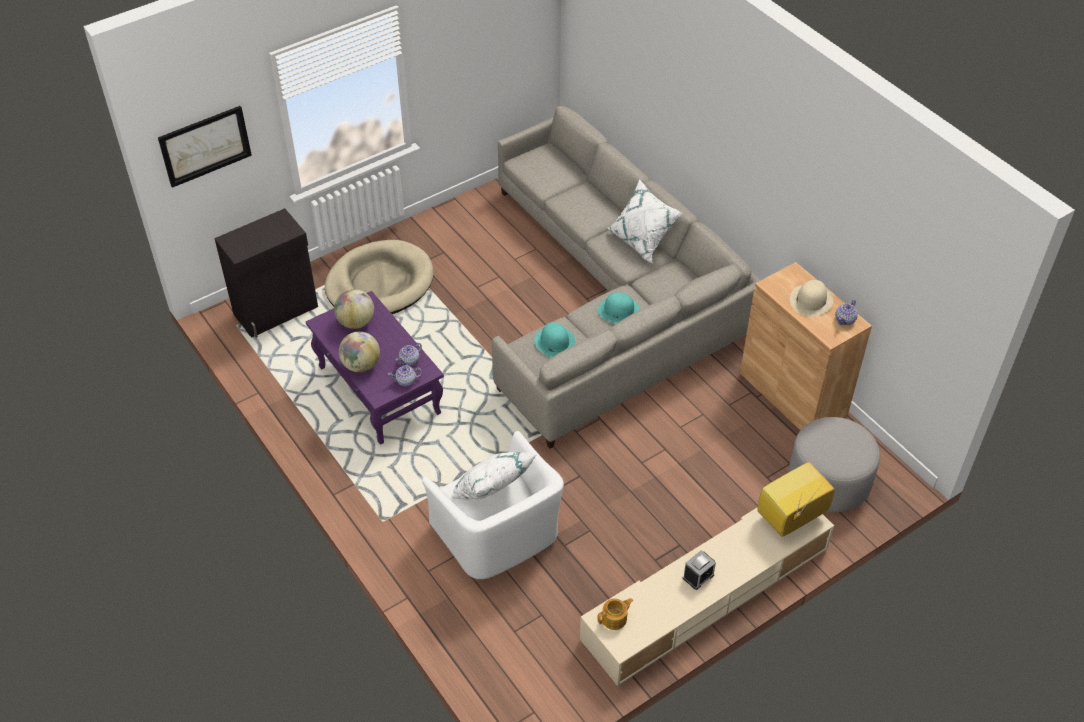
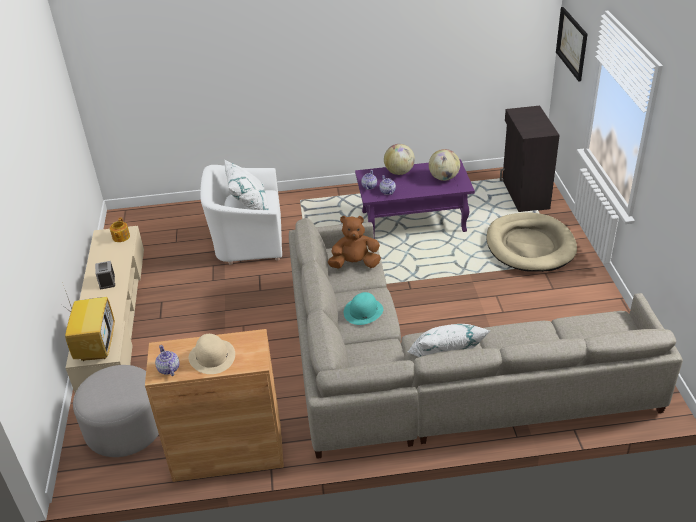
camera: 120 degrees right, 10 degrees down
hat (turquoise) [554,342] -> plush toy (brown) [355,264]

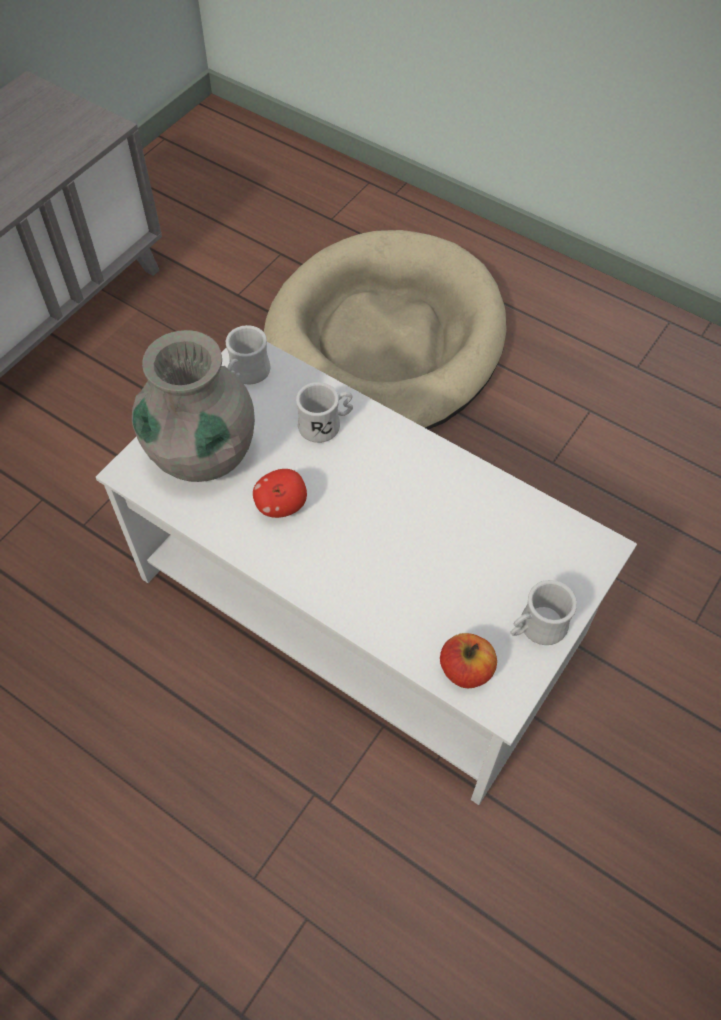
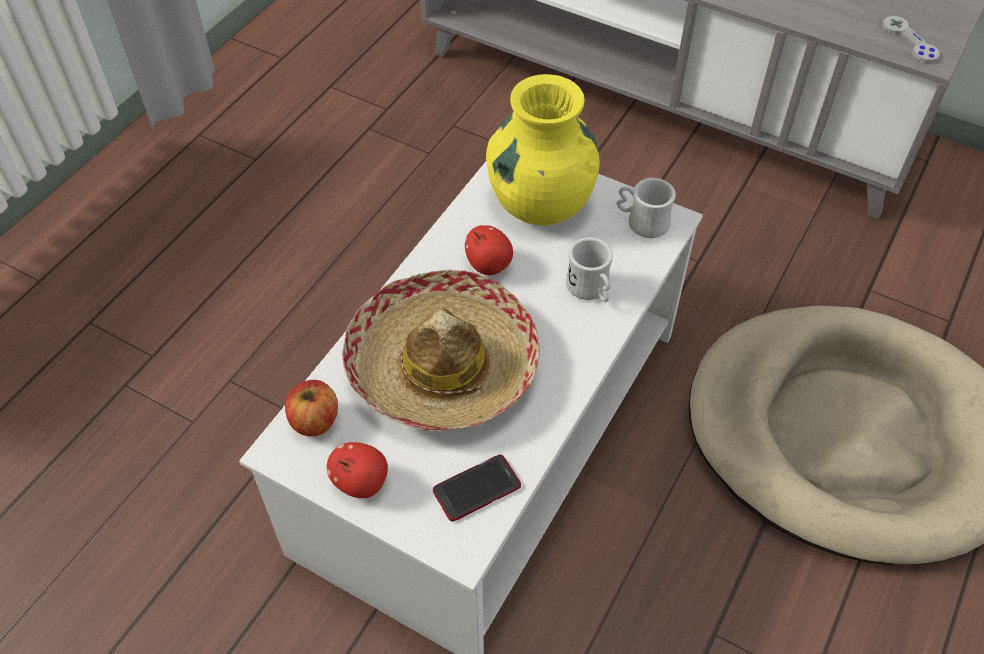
camera: 85 degrees right, 5 degrees down
vase (grey) [203,453] -> vase (yellow) [541,202]
mug (white) [536,628] -> apple [361,482]
none -> hat [443,365]
none -> phone [477,488]
none -> game controller (grey) [909,41]

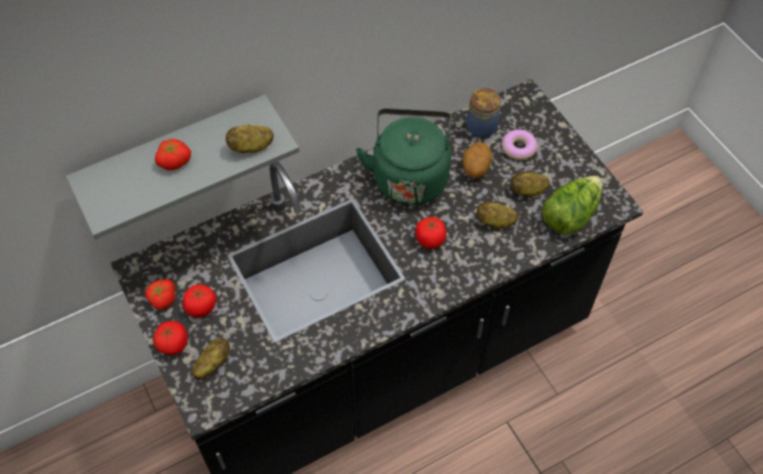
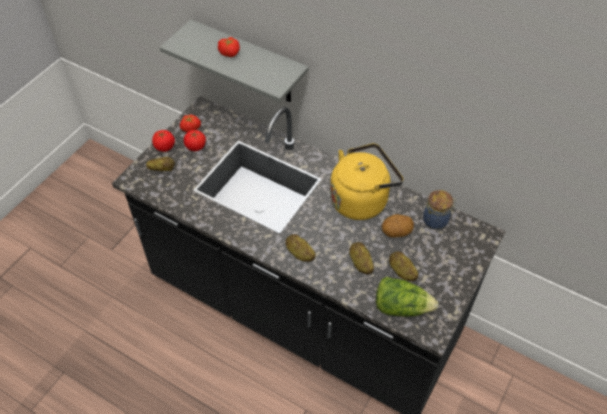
camera: 60 degrees right, 5 degrees down
potato [251,147] -> potato [300,254], relocated
kettle (green) [409,176] -> kettle (yellow) [361,199]
tomato [430,239] -> none
donut [518,148] -> none

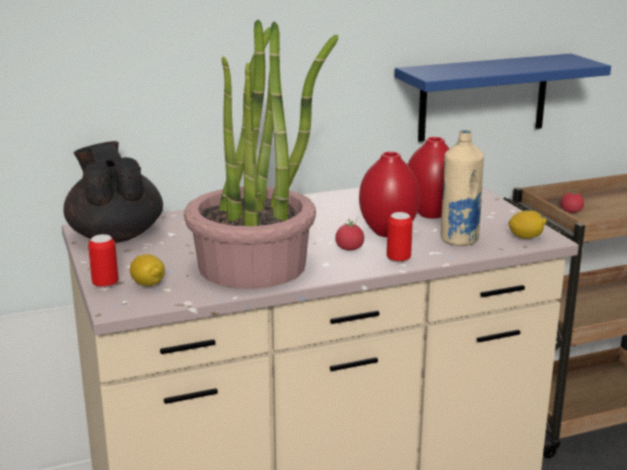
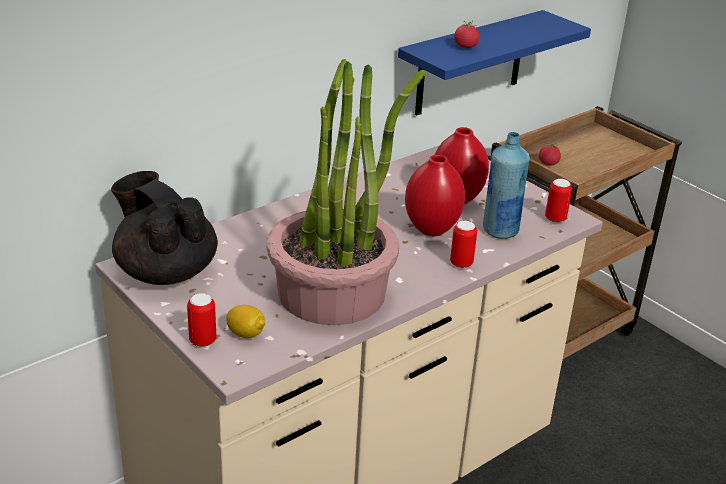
camera: 20 degrees left, 10 degrees up
tomato [349,248] -> tomato [465,47], relocated
bottle (beige) [459,240] -> bottle (blue) [500,231]
lemon [526,237] -> can [555,219]

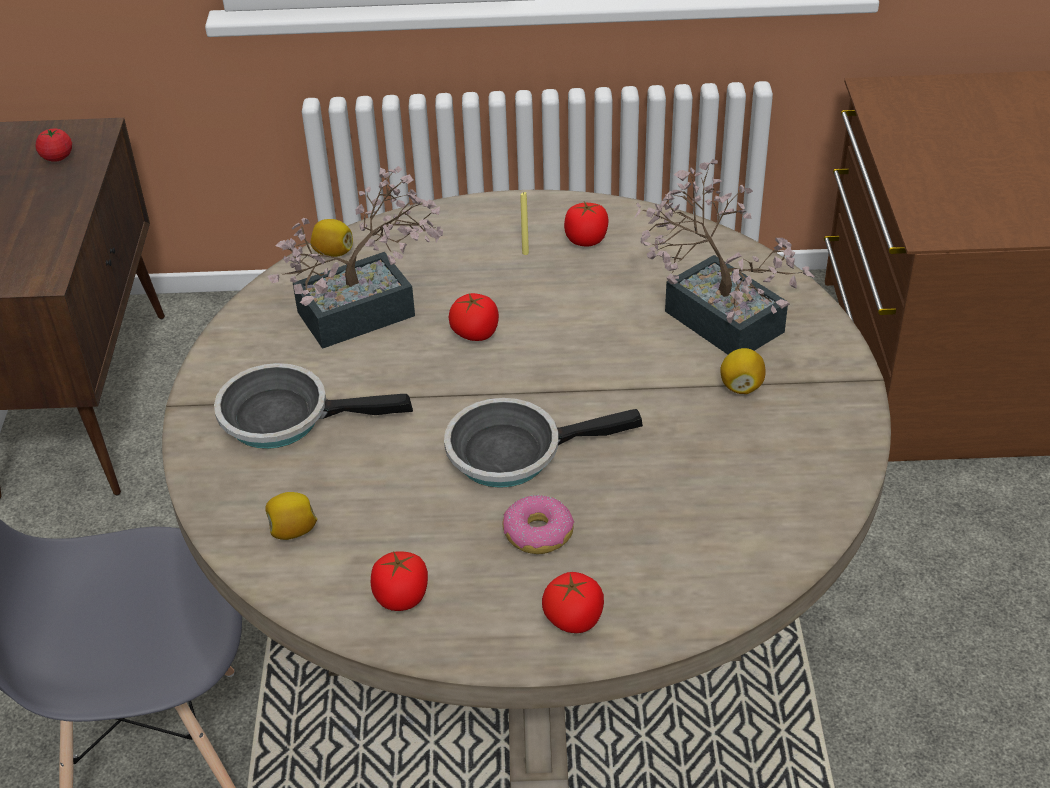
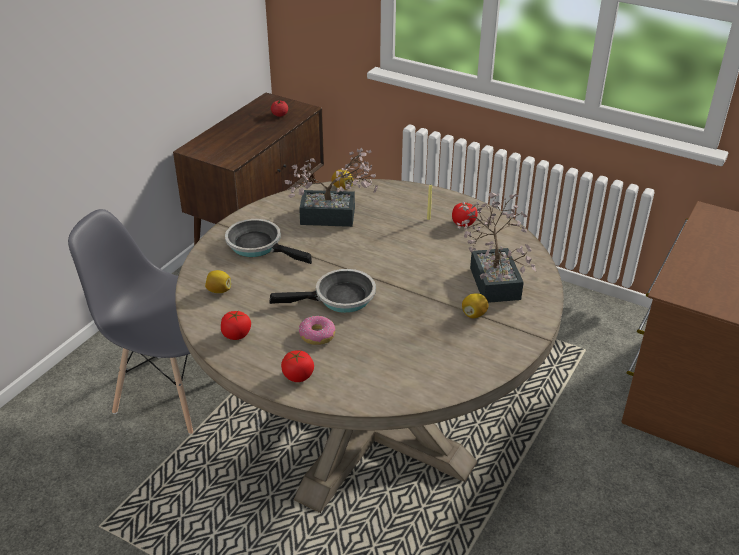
camera: 30 degrees right, 5 degrees down
frying pan [513,452] -> frying pan [339,298], 150 degrees clockwise
tomato [475,333] -> none

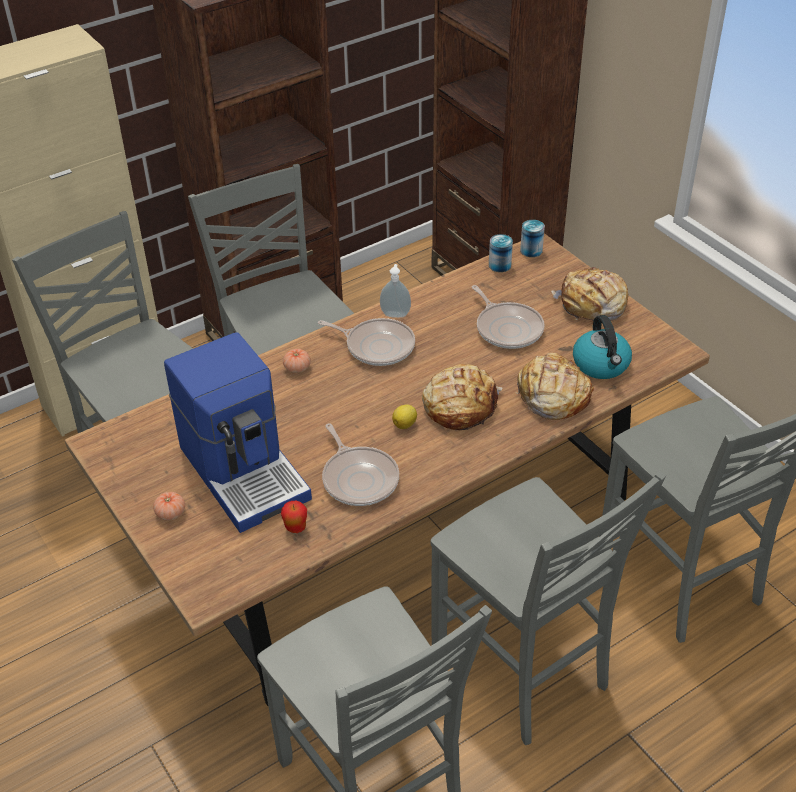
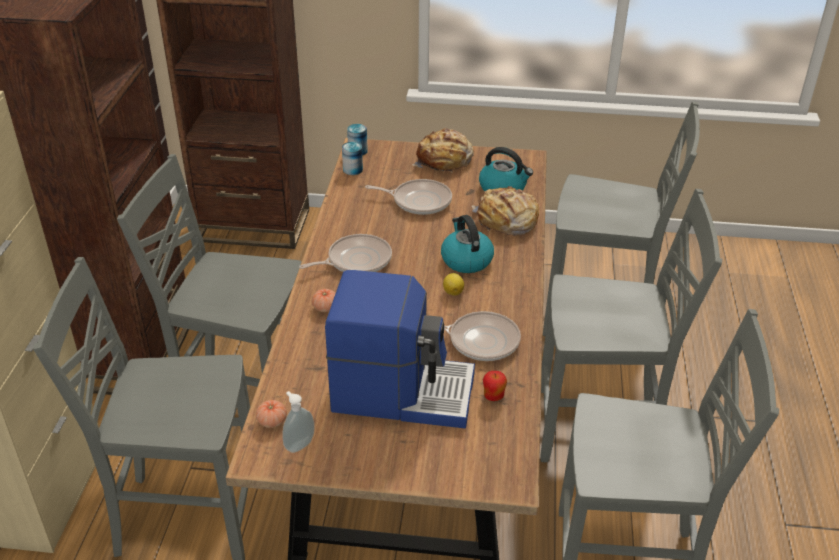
camera: 50 degrees left, 5 degrees down
tomato [170,513] -> tomato [272,421], relocated
soap dispenser [395,314] -> soap dispenser [298,444], relocated
bread [459,405] -> kettle [466,260]

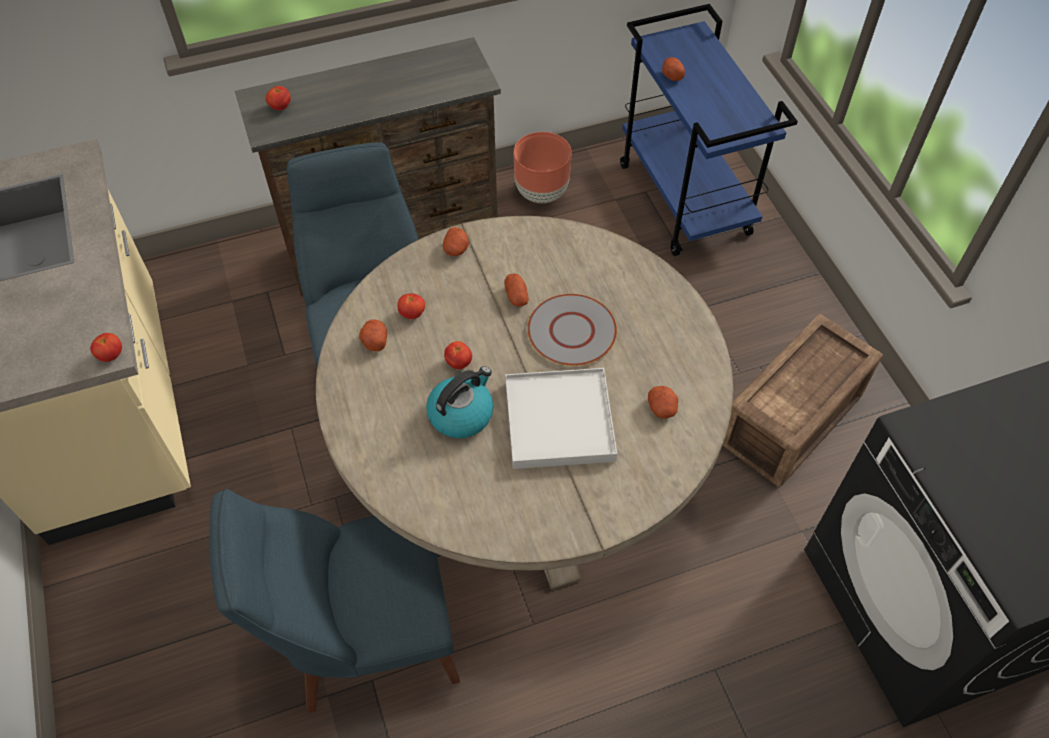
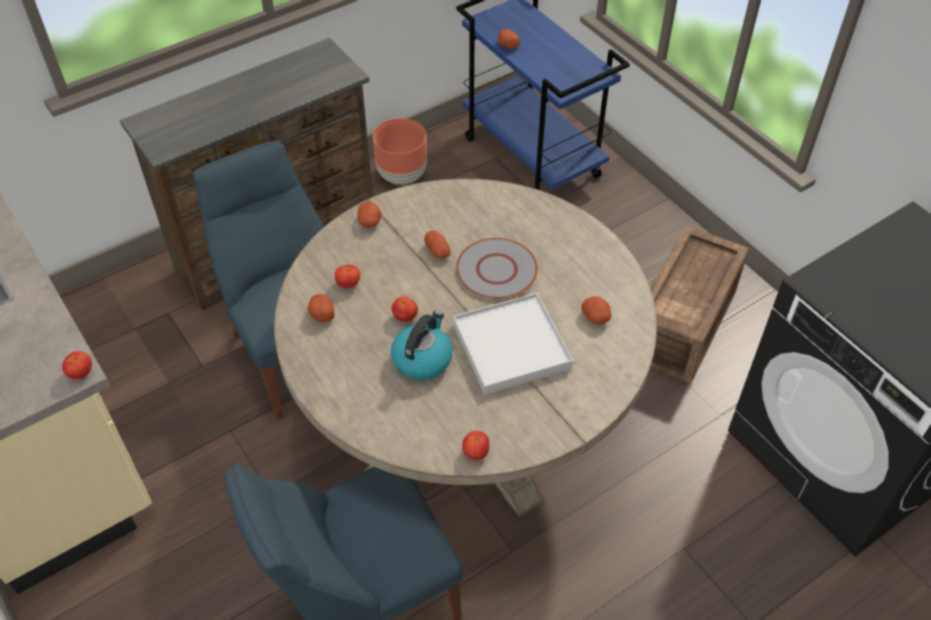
camera: 15 degrees left, 5 degrees down
tomato [280,107] -> tomato [475,452], relocated

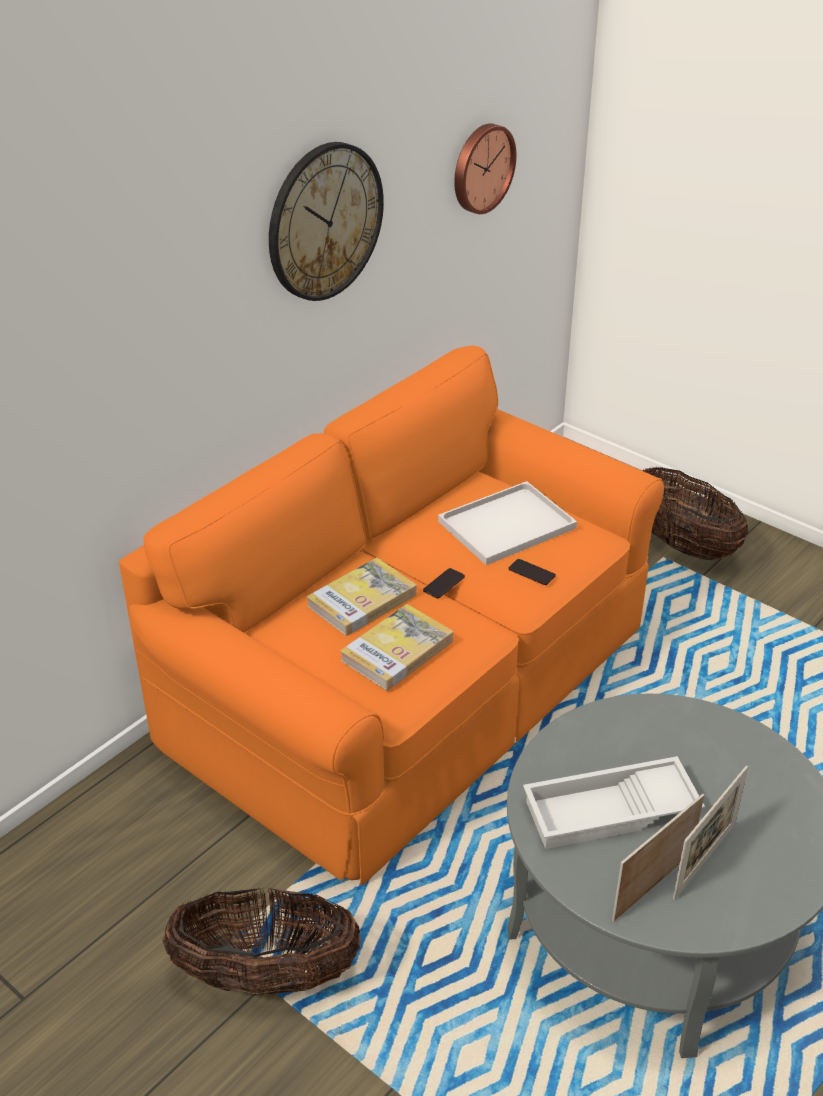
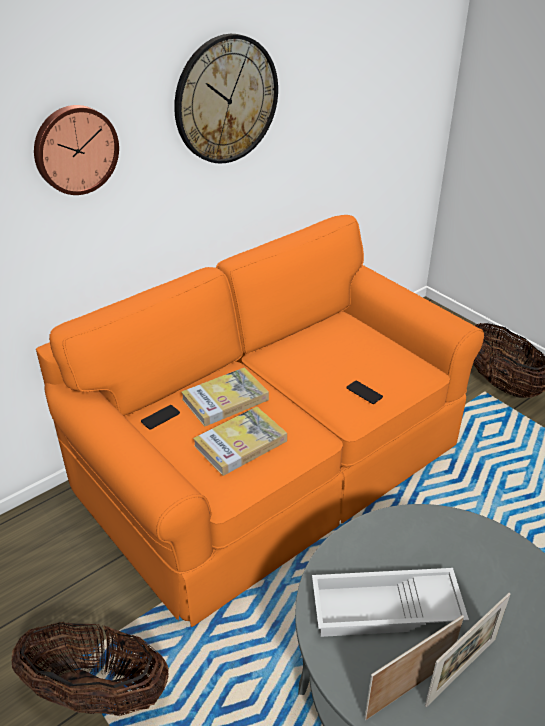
camera: 10 degrees right, 0 degrees up
phone [444,584] -> phone [160,417], relocated
tray (white) [505,526] -> none
wall clock [481,168] -> wall clock [75,149], relocated

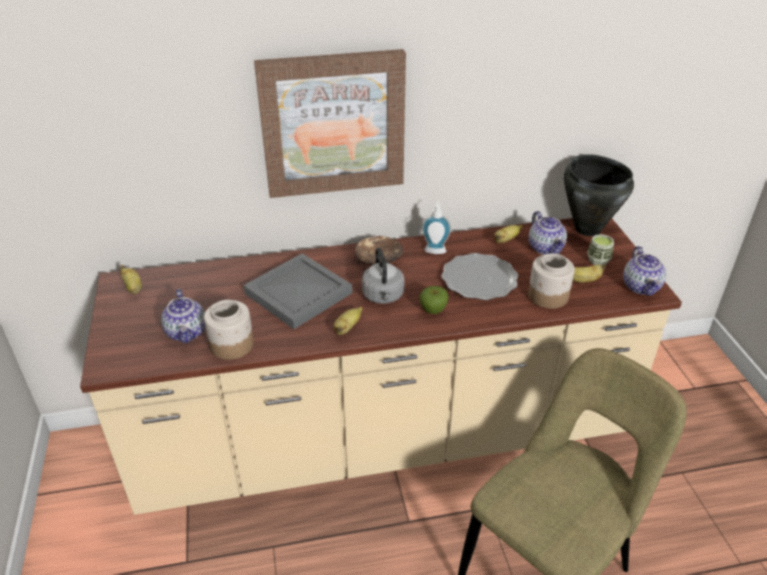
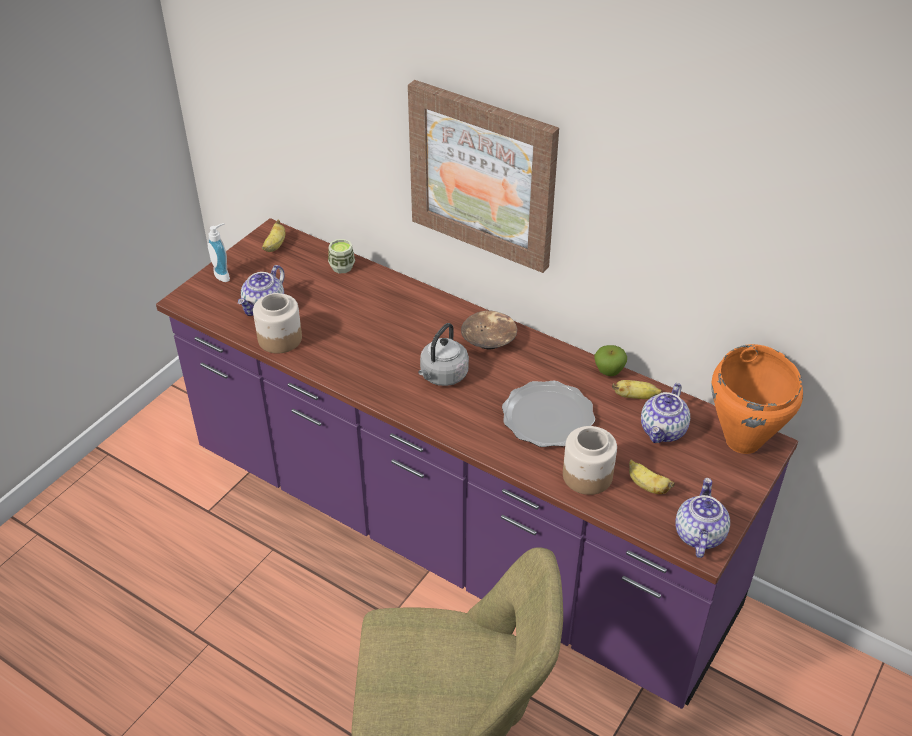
camera: 45 degrees right, 5 degrees up
counter (beige) [383,437] -> counter (purple) [456,532]
tray (grey) [300,293] -> none
banana [347,328] -> none
apple [433,310] -> apple [609,371], relocated
soap dispenser [435,249] -> soap dispenser [224,274], relocated
cooking pot (black) [587,229] -> cooking pot (orange) [743,441]
cup [598,260] -> cup [342,267], relocated
teapot [641,287] -> teapot [698,534], 150 degrees clockwise

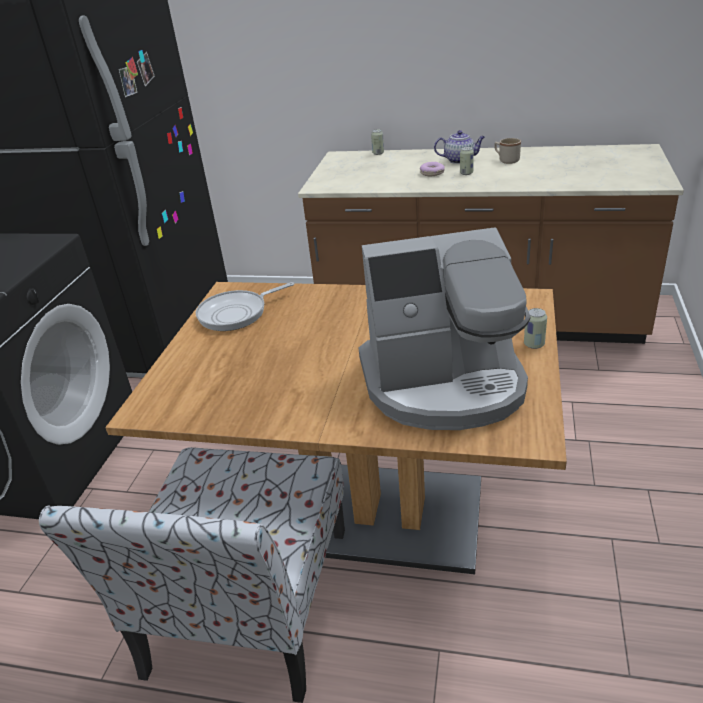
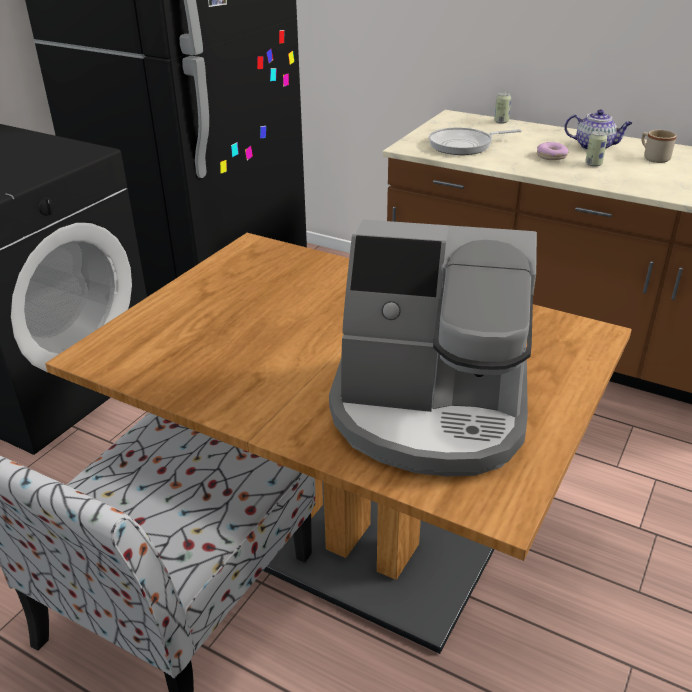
camera: 15 degrees right, 0 degrees up
frying pan [237,313] -> frying pan [464,145], relocated
can [534,344] -> none

